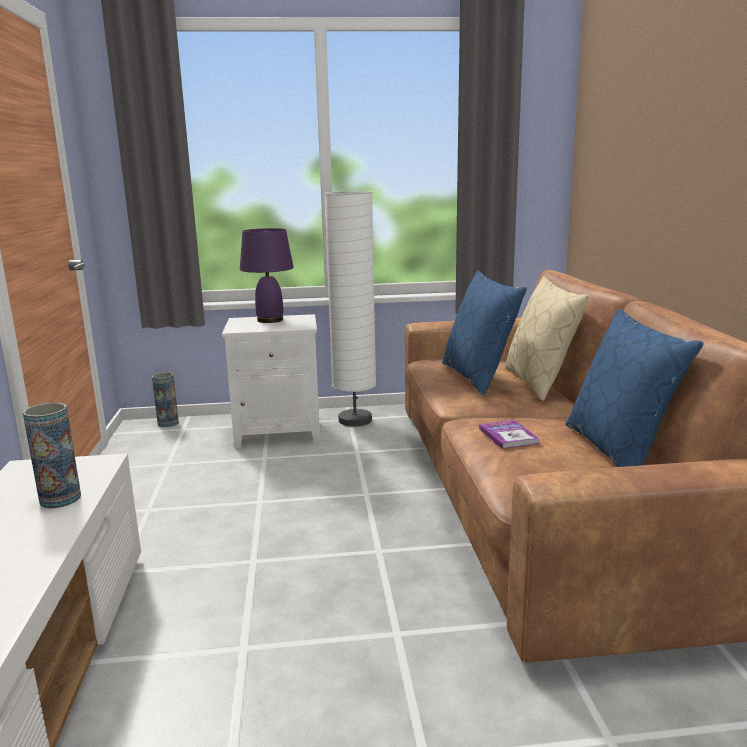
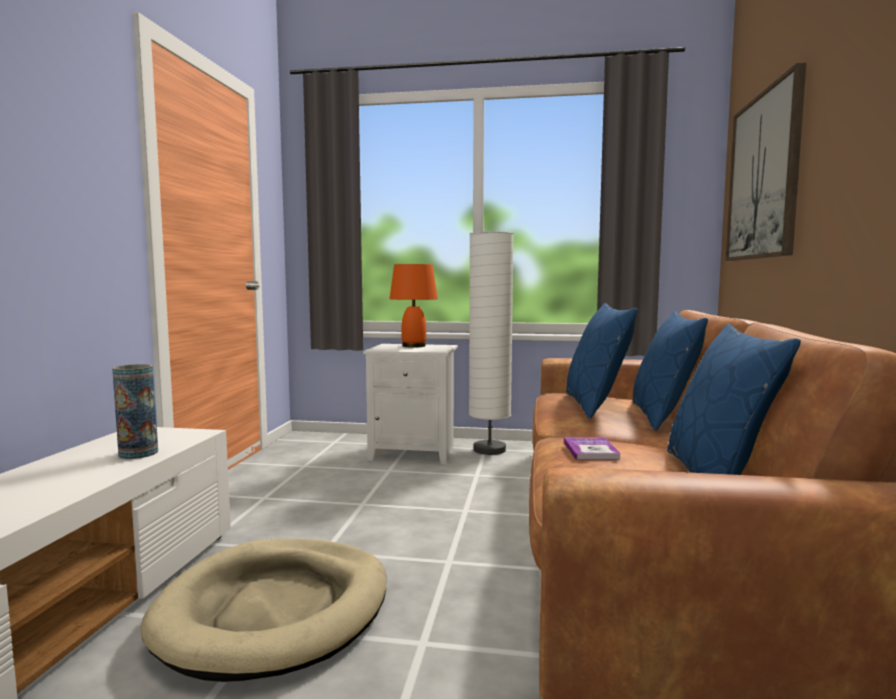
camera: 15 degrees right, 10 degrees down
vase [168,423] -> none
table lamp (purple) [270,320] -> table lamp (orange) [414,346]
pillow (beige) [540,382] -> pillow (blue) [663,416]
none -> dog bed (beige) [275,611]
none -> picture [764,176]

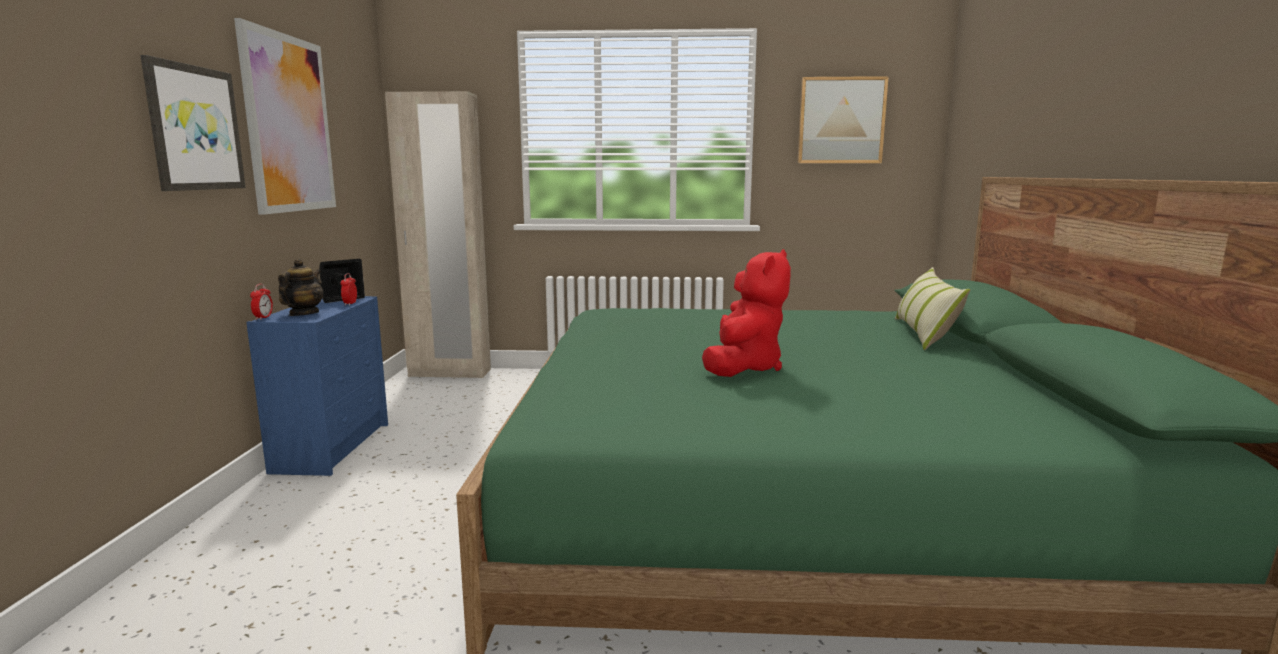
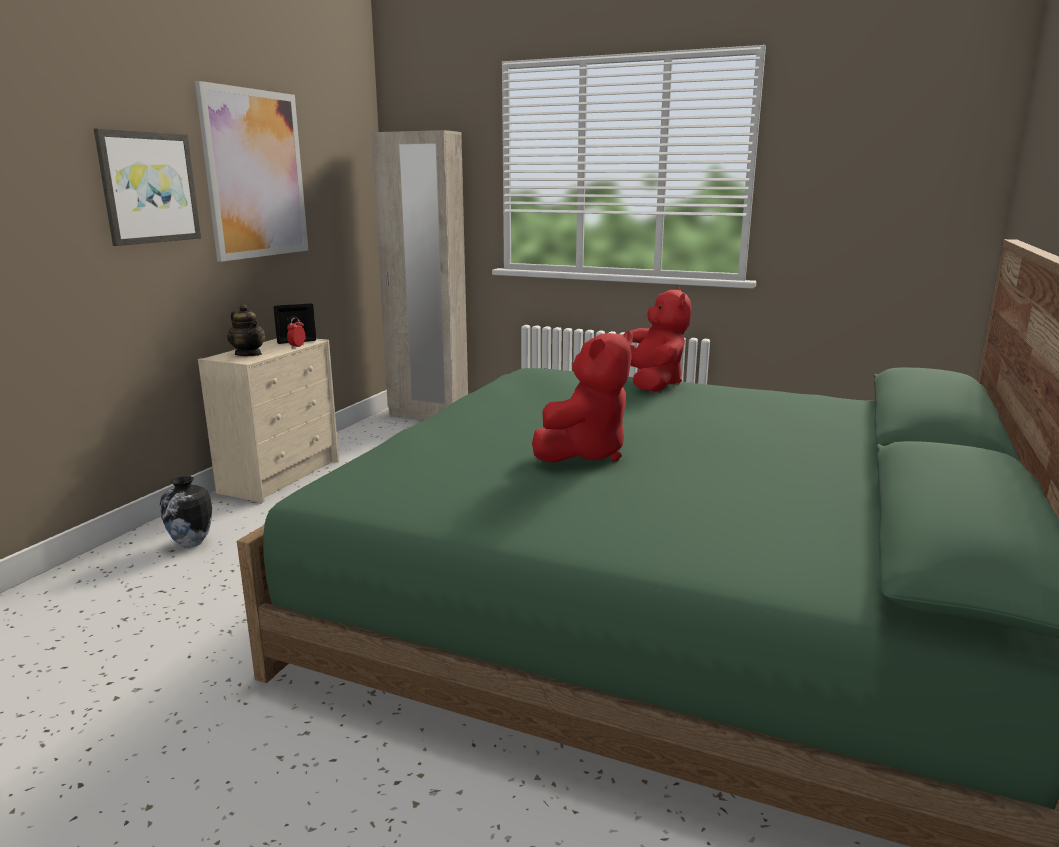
camera: 20 degrees right, 5 degrees up
dresser (blue) [333,446] -> dresser (beige) [282,476]
alarm clock [263,318] -> none
teapot [303,314] -> teapot [248,354], 105 degrees clockwise
picture [841,121] -> none
pillow [924,334] -> none
none -> vase [191,543]
none -> plush toy (red) [652,384]

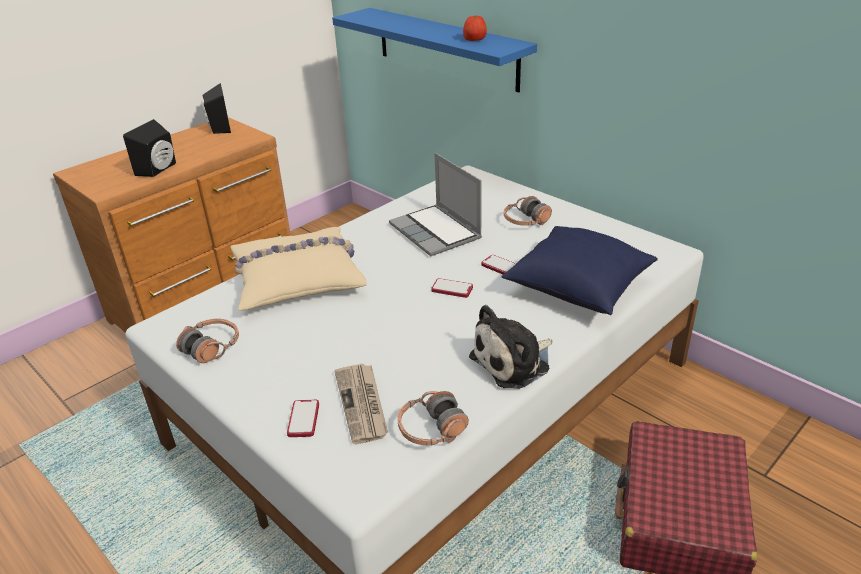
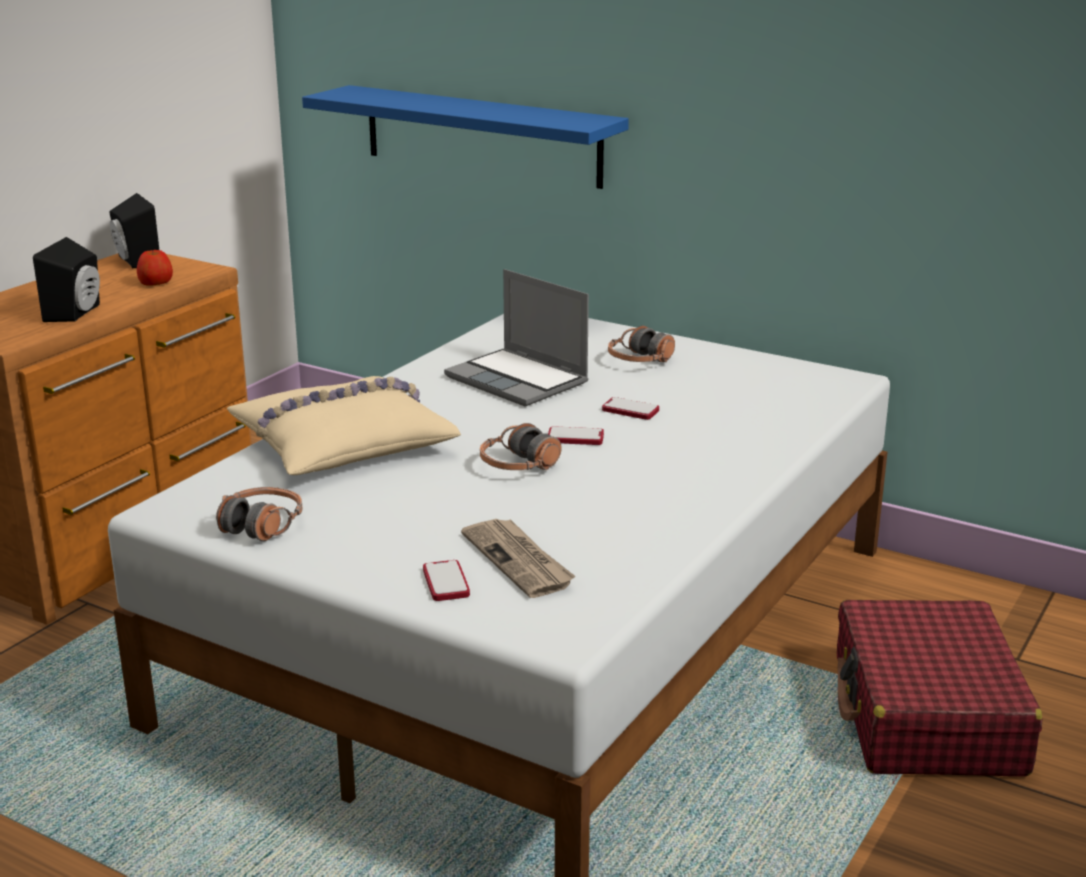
camera: 15 degrees left, 10 degrees down
headphones [431,429] -> headphones [519,466], relocated
apple [474,39] -> apple [155,283], relocated
plush toy [514,362] -> none
pillow (blue) [577,288] -> none

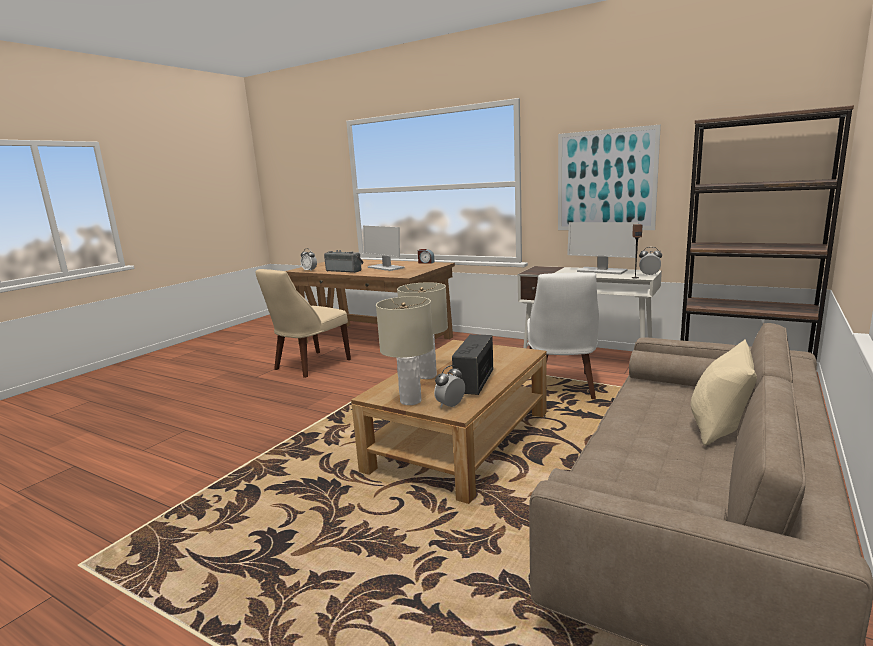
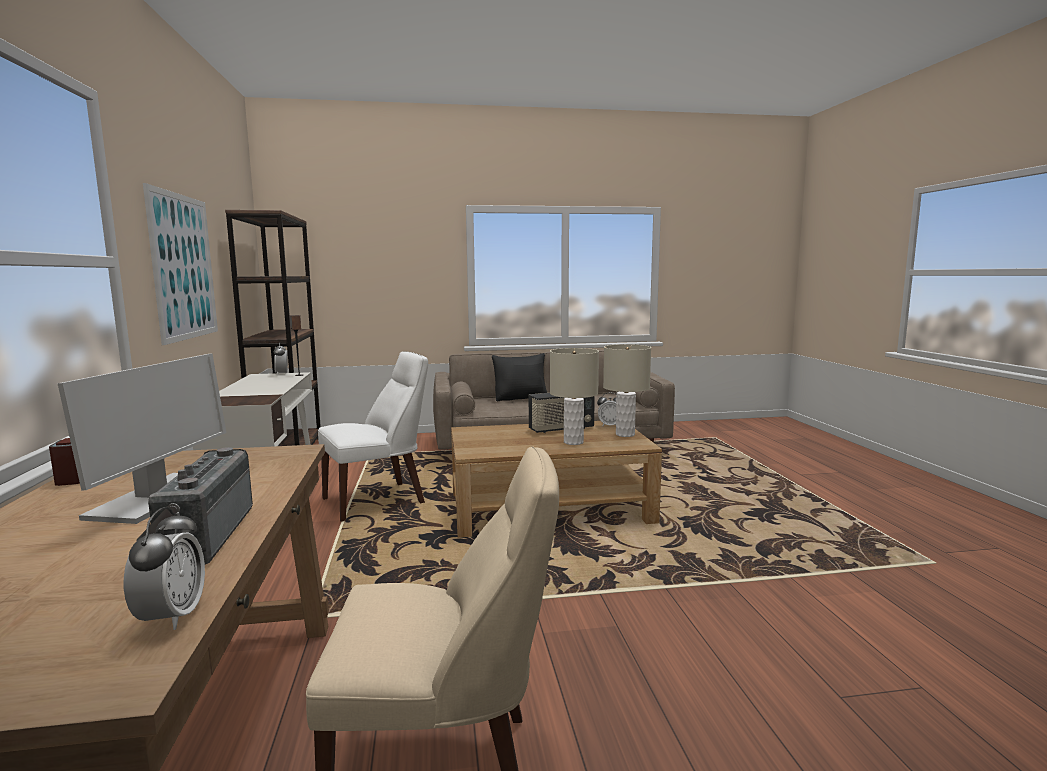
camera: 130 degrees left, 5 degrees down
monitor [601,271] -> none
pillow (beige) [721,427] -> pillow (black) [521,399]

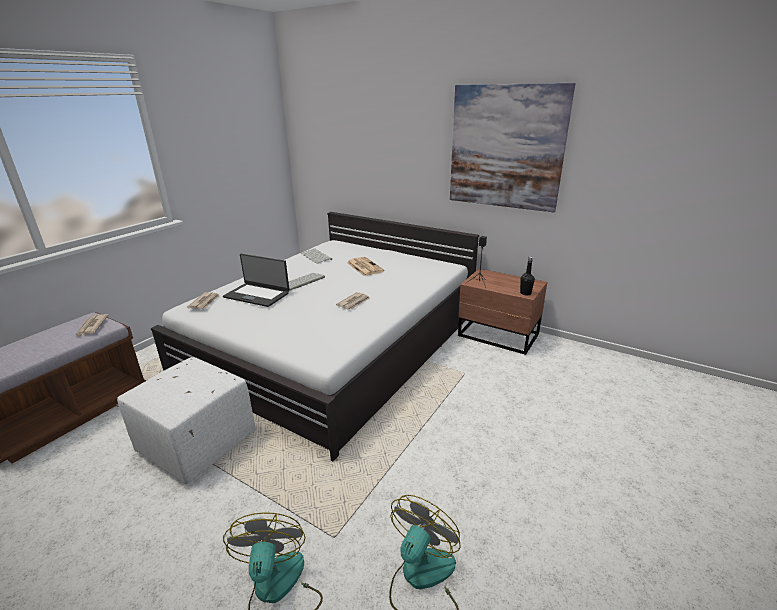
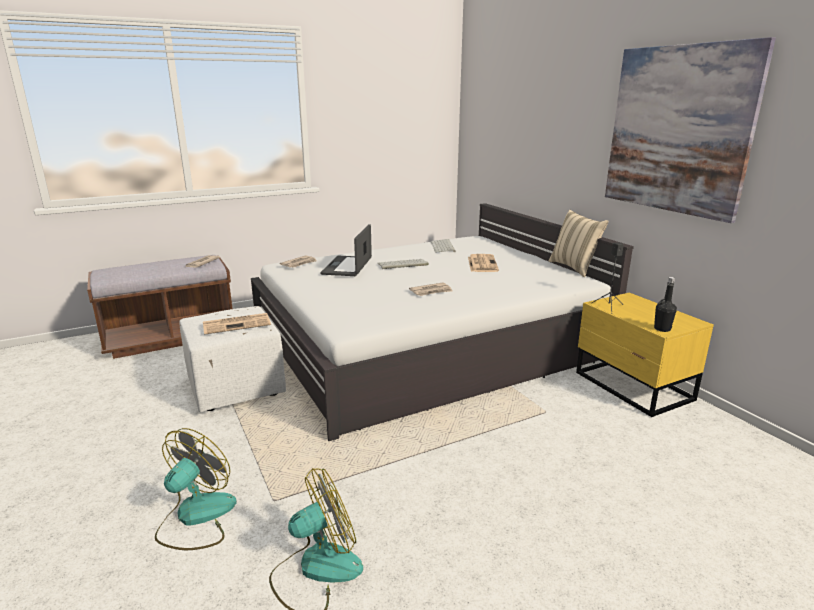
camera: 30 degrees right, 5 degrees down
laptop [257,295] -> laptop [348,266], 45 degrees clockwise
nightstand (brown) [498,336] -> nightstand (yellow) [633,387]
none -> newspaper [237,324]
none -> pillow (beige) [574,268]

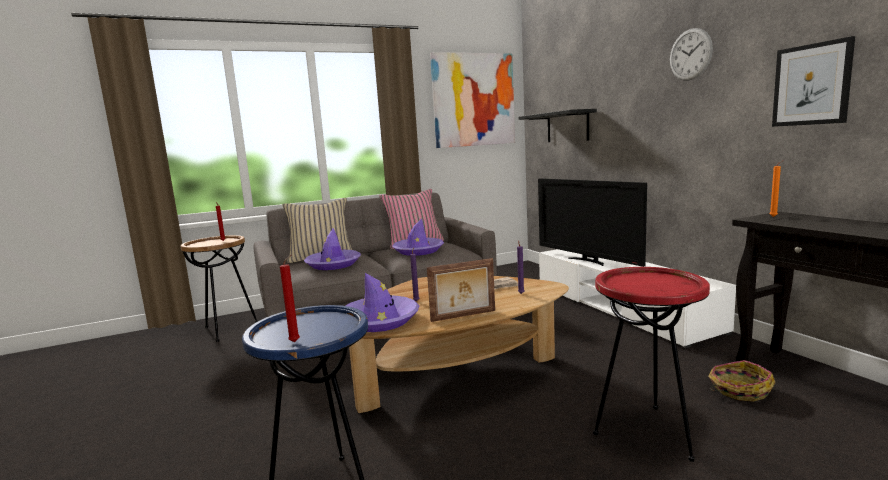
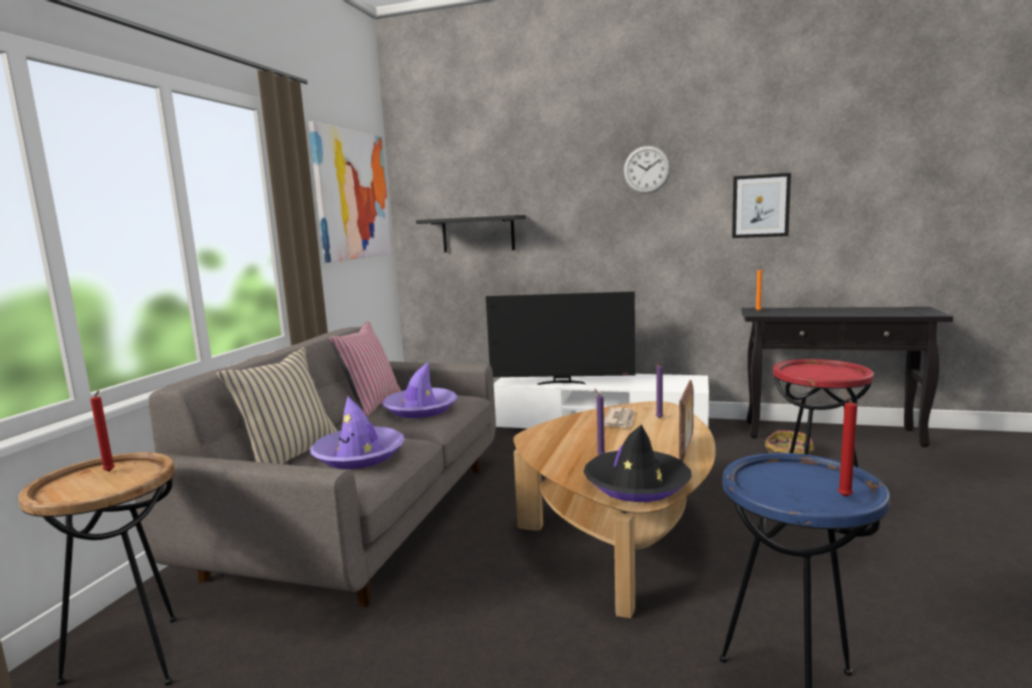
camera: 50 degrees left, 0 degrees up
hat (purple) [379,320] -> hat (black) [636,485]

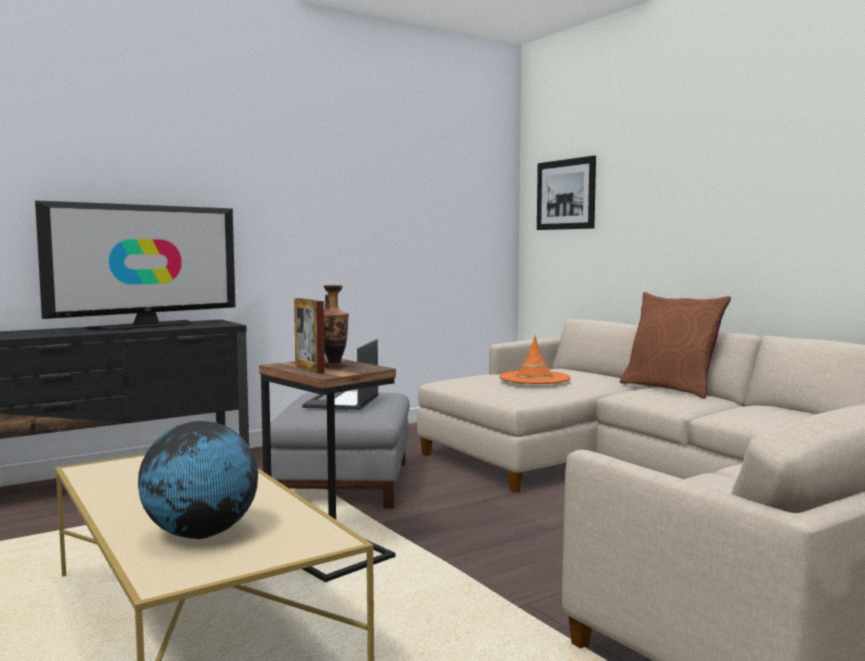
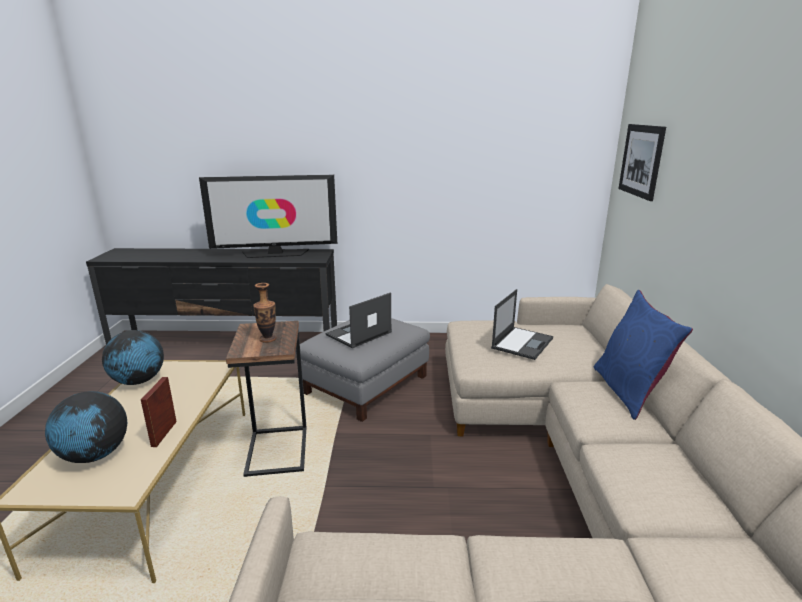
camera: 35 degrees right, 15 degrees up
picture frame [309,369] -> picture frame [164,433], relocated
hat (orange) [534,378] -> laptop [522,343]
pillow (brown) [670,388] -> pillow (blue) [628,391]
none -> globe [138,381]

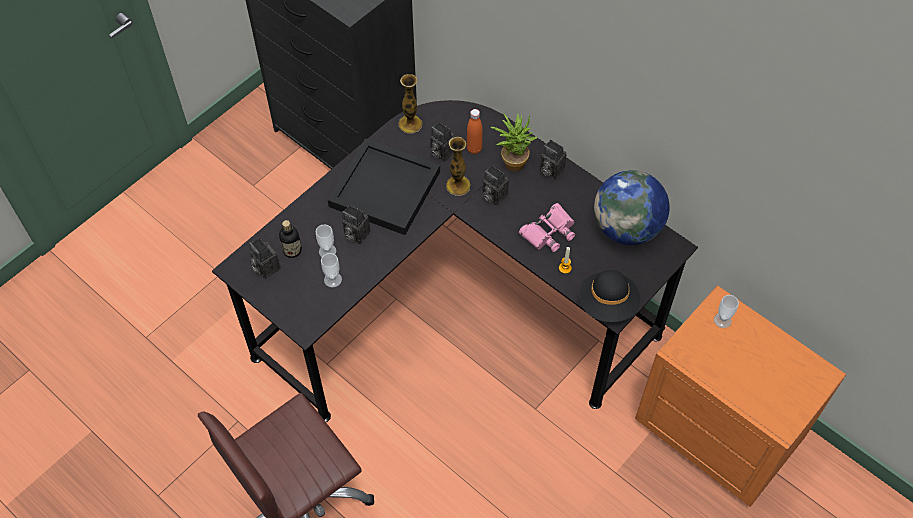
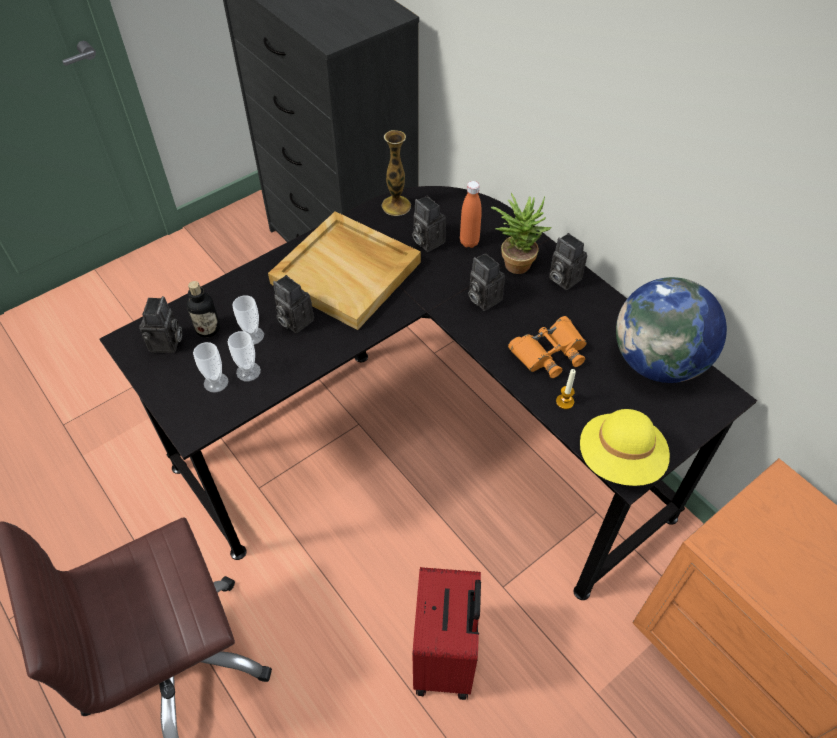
camera: 10 degrees right, 5 degrees down
photo camera [265,267] -> photo camera [167,344], 150 degrees counterclockwise
tray (black) [386,188] -> tray (beige) [347,272]
vase [458,185] -> none
binoculars (pink) [549,232] -> binoculars (orange) [549,352]
hat (black) [608,304] -> hat (yellow) [620,460]
cup [722,320] -> cup [216,382], relocated
none -> suitcase (red) [446,658]

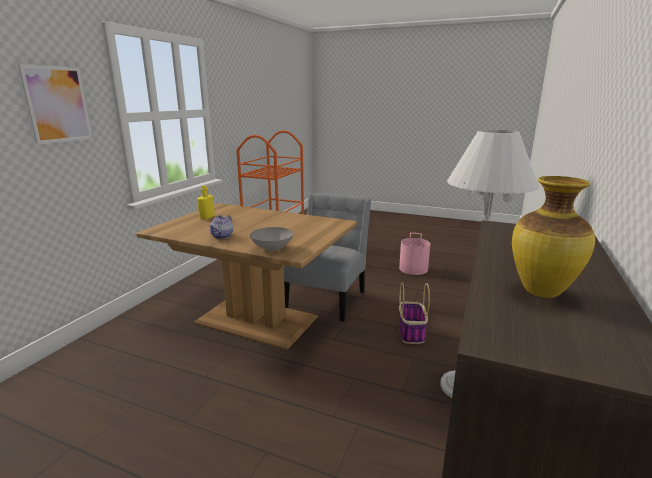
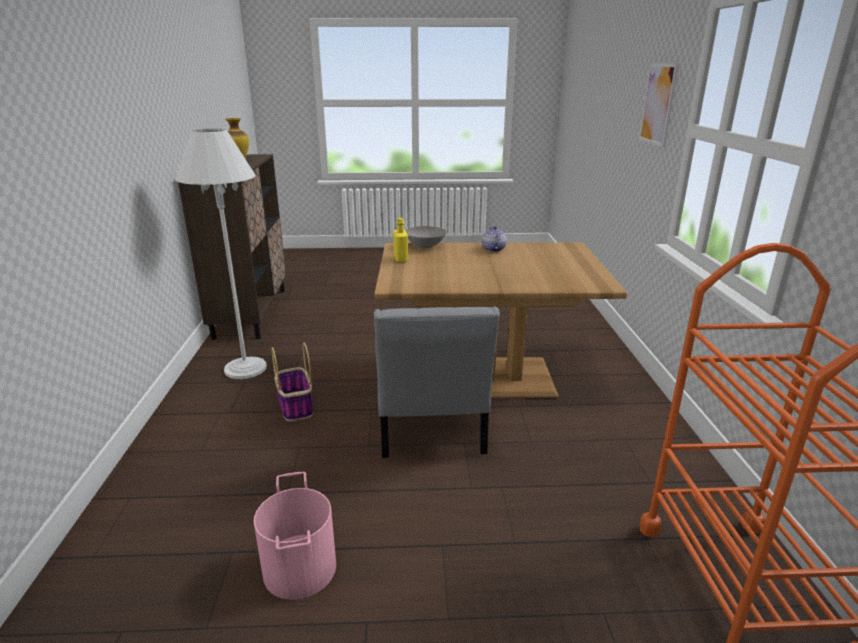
camera: 155 degrees right, 5 degrees up
bottle (yellow) [207,217] -> bottle (yellow) [401,259], relocated

